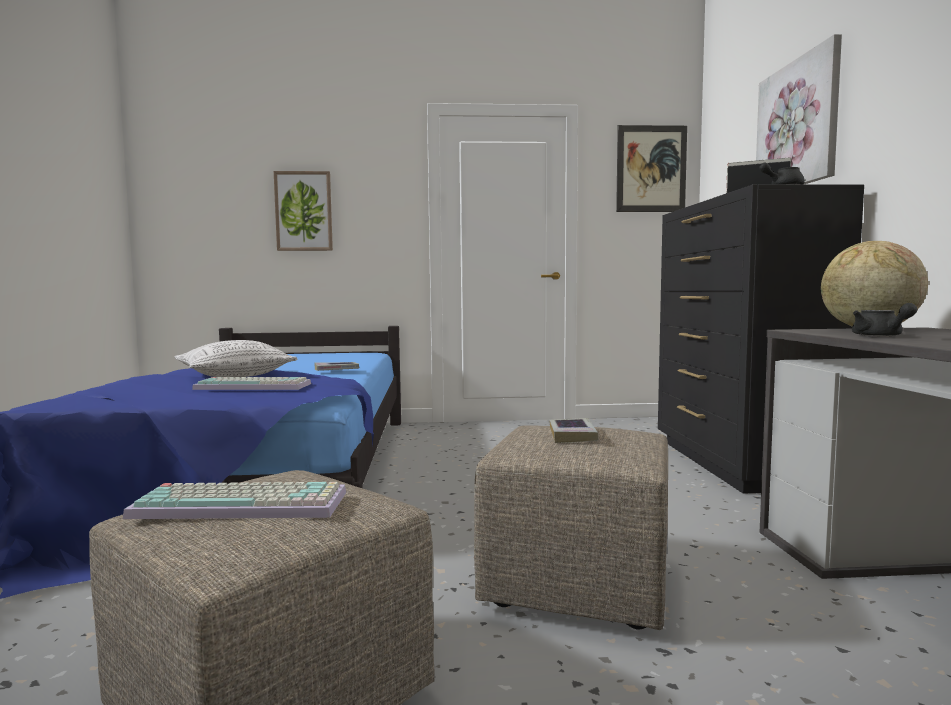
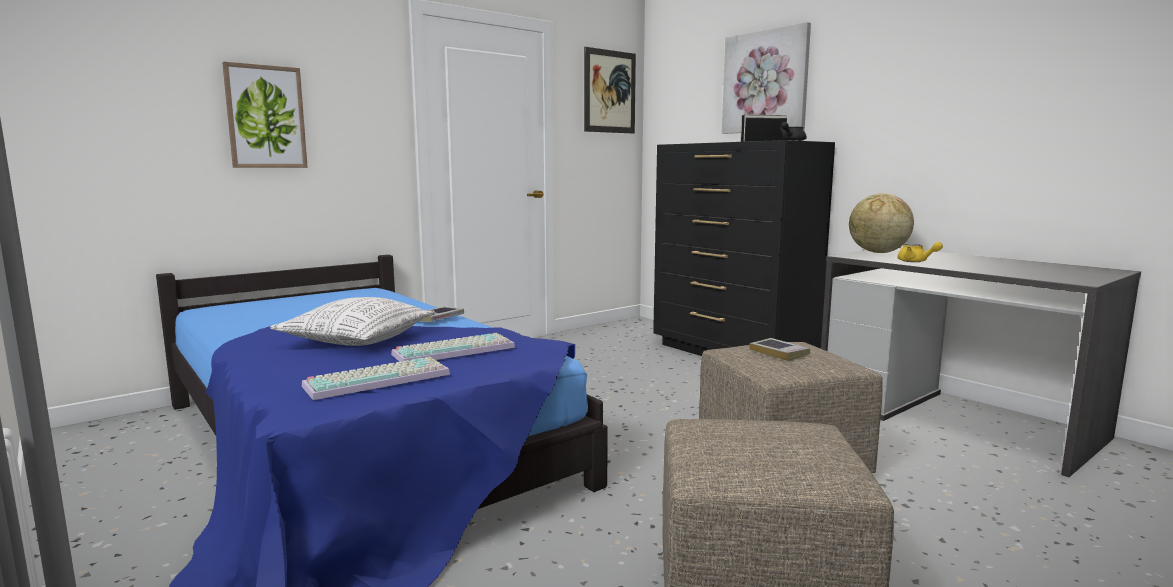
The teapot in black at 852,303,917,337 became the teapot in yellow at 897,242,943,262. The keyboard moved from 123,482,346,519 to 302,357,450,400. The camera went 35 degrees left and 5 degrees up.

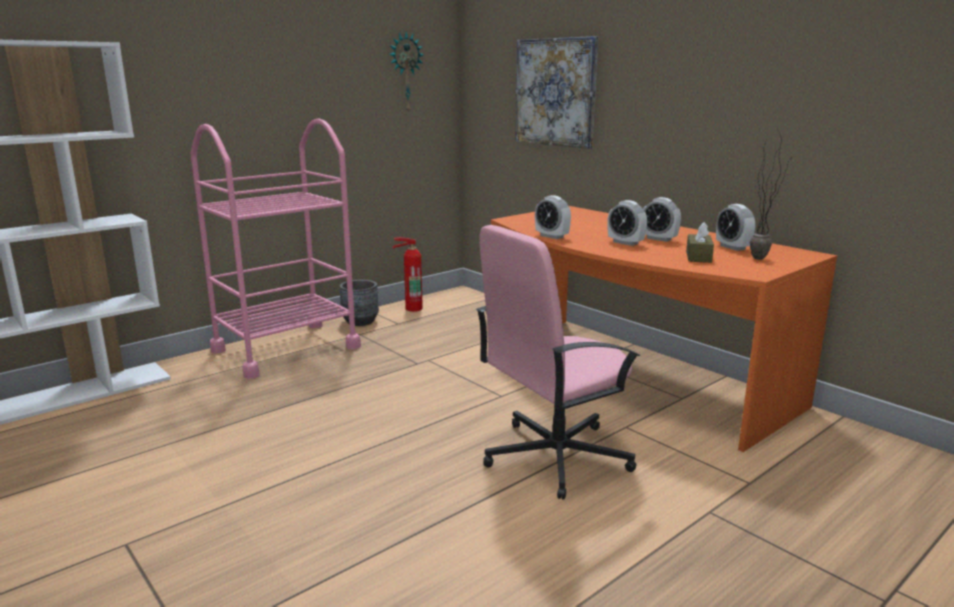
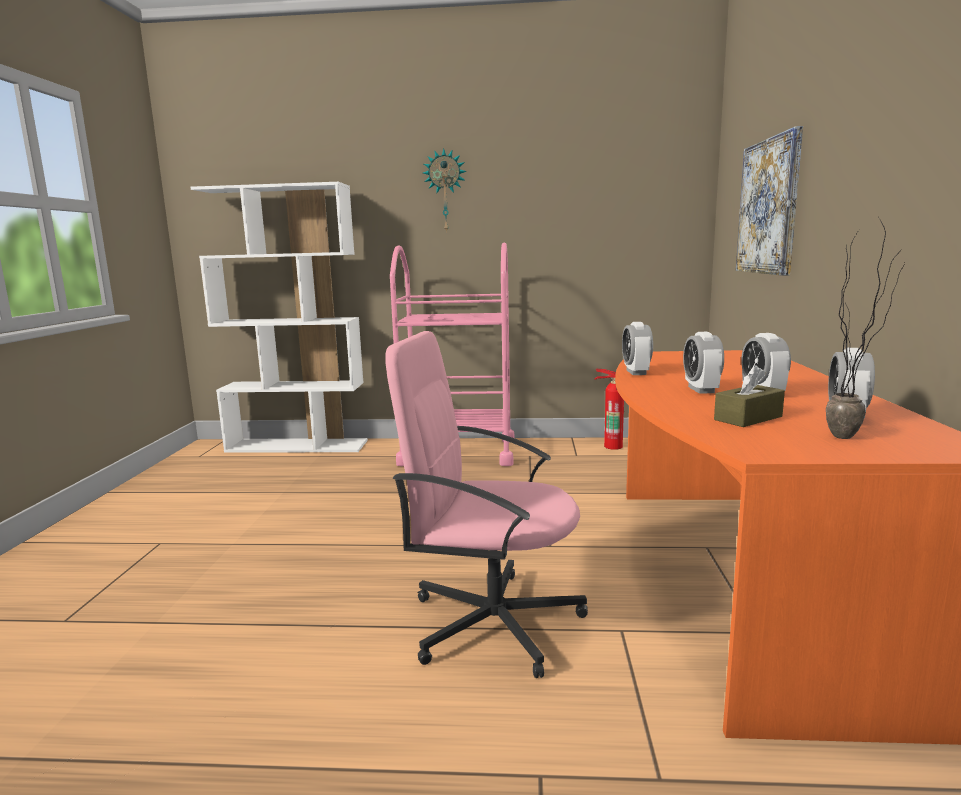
The wall clock moved from 389,31,424,114 to 423,148,467,233. The planter in grey at 340,280,379,326 disappeared. The camera went 45 degrees right and 5 degrees down.

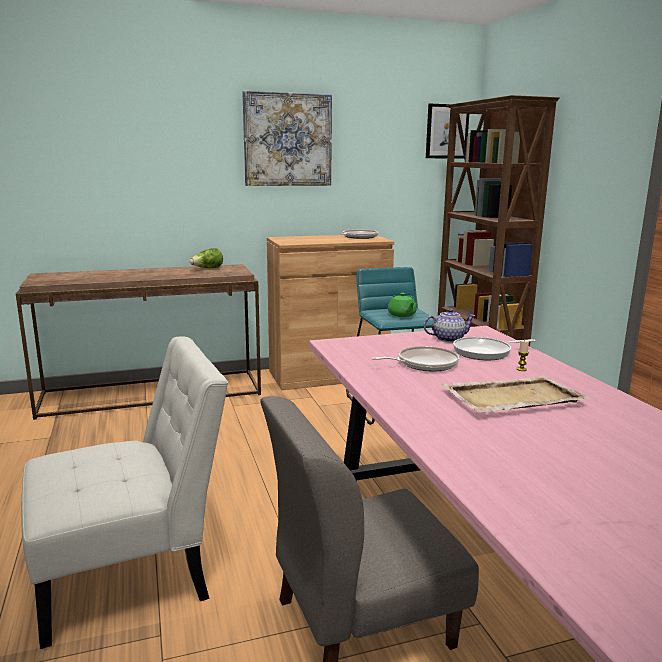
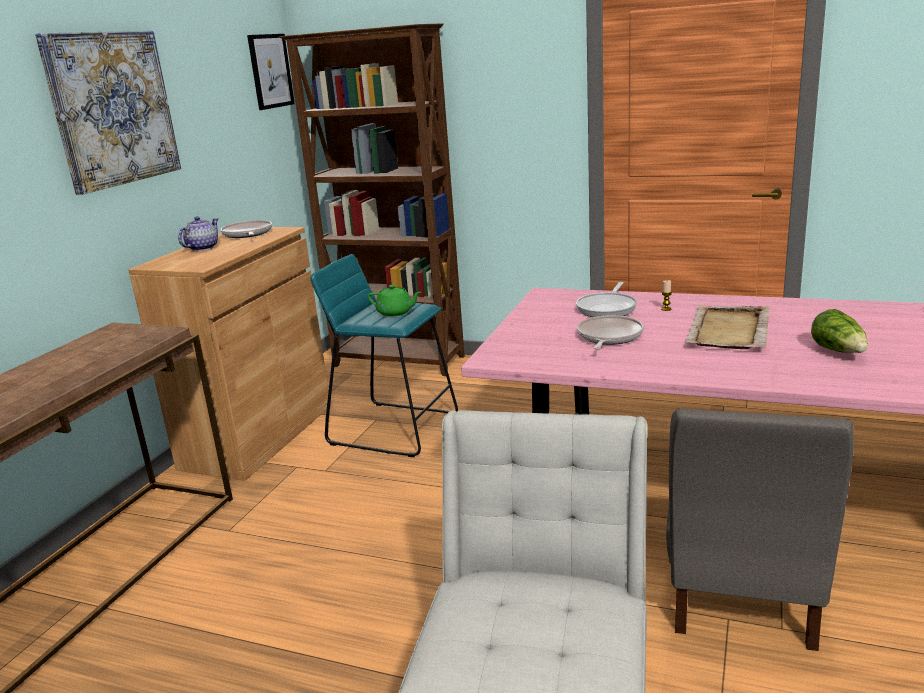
The lettuce moved from 189,248,223,268 to 811,309,868,353. The teapot moved from 424,308,475,342 to 178,216,218,251. The camera went 50 degrees left and 5 degrees up.

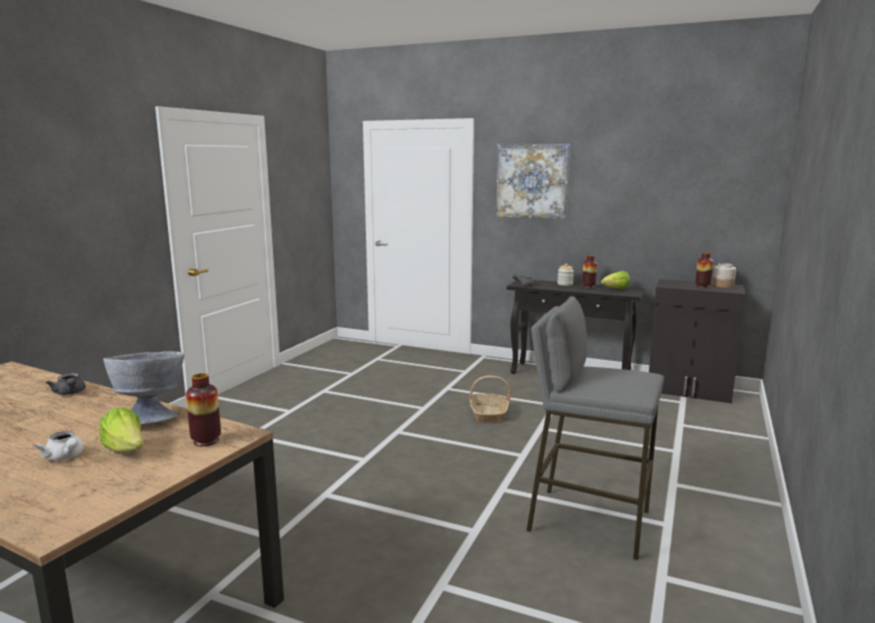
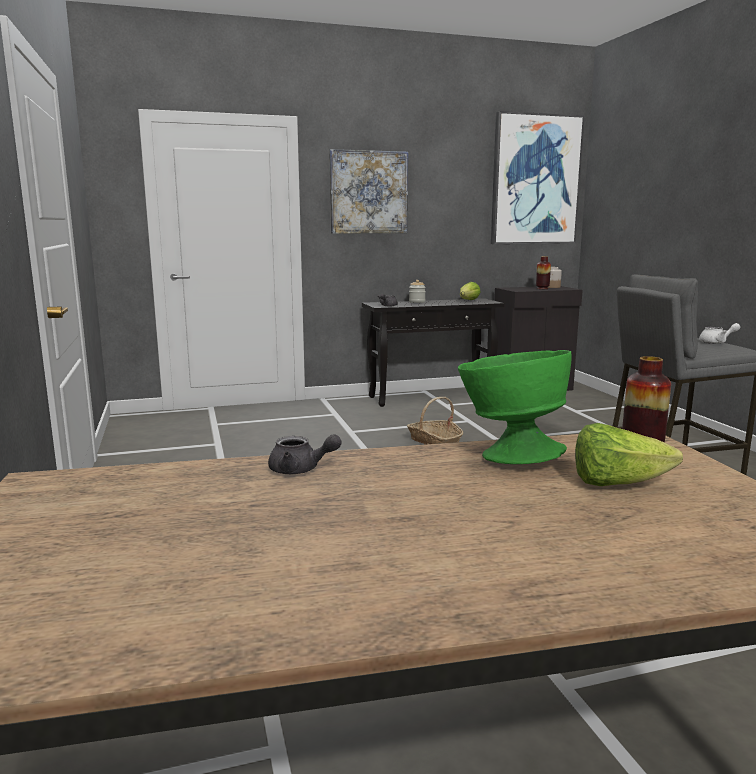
The vase at 582,255,597,288 disappeared. The bowl in grey at 103,351,184,425 became the bowl in green at 458,350,572,464. The teapot in white moved from 35,431,84,460 to 699,323,740,344. The picture at 491,111,584,244 appeared. The camera went 40 degrees left and 0 degrees up.

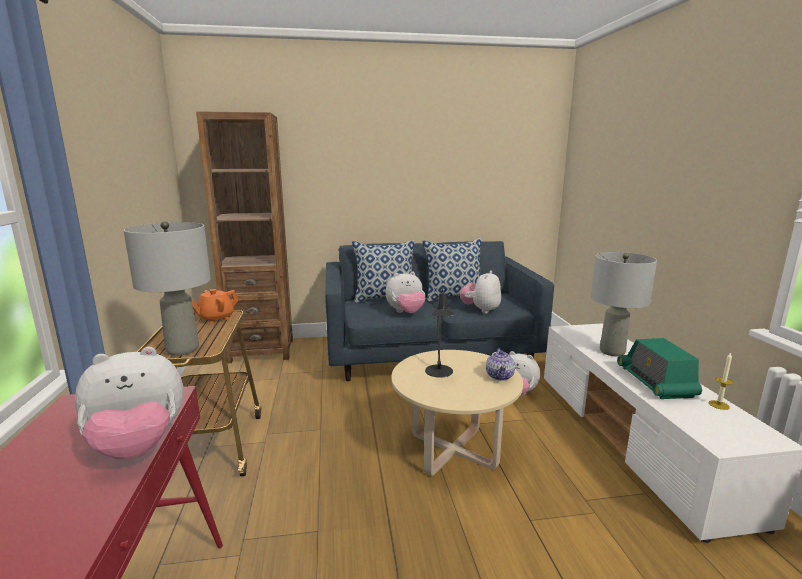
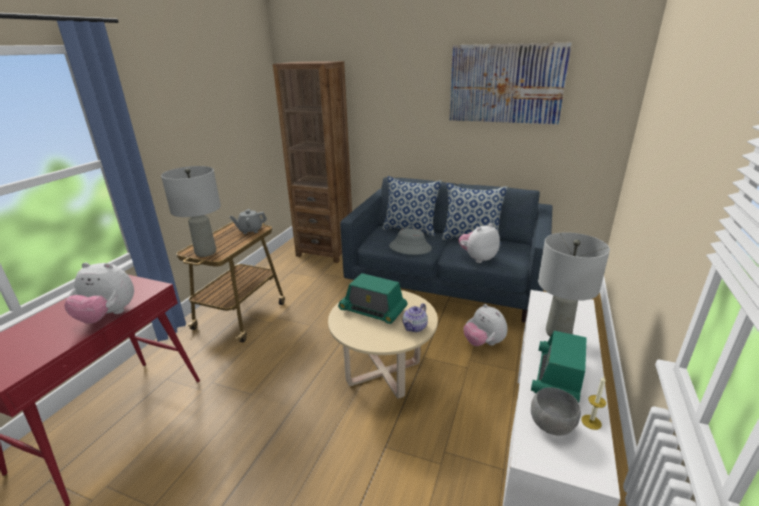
The plush toy at 386,271,425,313 was replaced by the hat in grey at 389,228,432,255. The table lamp in black at 425,287,455,378 was replaced by the radio at 338,273,407,324. The teapot in orange at 191,289,239,323 became the teapot in grey at 230,209,267,234. The picture at 449,43,572,124 appeared. The bowl in grey at 531,387,581,436 appeared. The camera went 30 degrees right and 10 degrees up.

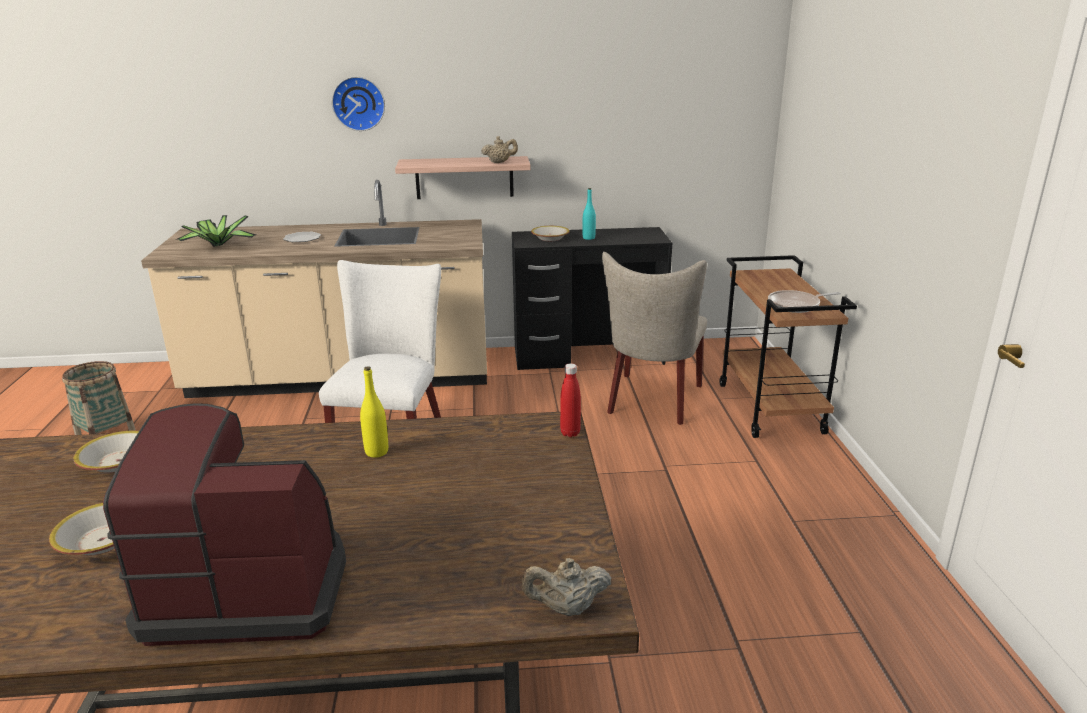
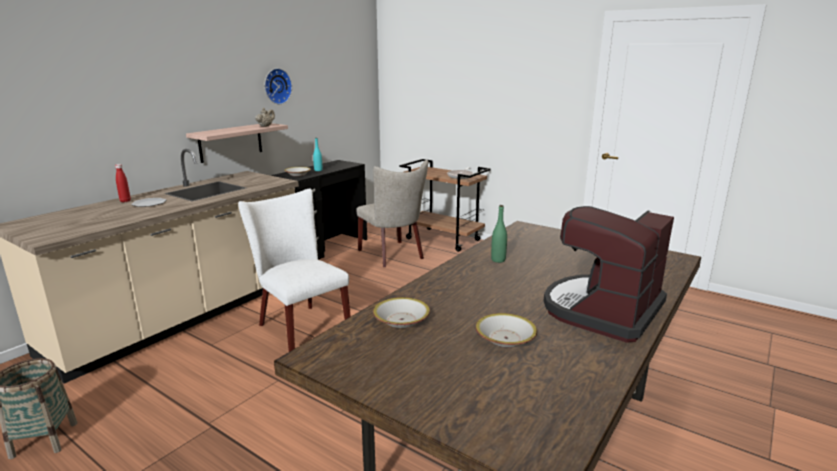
The wall clock moved from 332,76,385,131 to 264,68,292,104. The potted plant at 178,215,257,247 disappeared. The bottle in red moved from 560,363,581,437 to 115,164,131,202. The bottle in yellow at 360,366,388,458 became the bottle in green at 491,205,507,263. The teapot in beige at 522,558,612,616 disappeared. The camera went 50 degrees left and 5 degrees down.

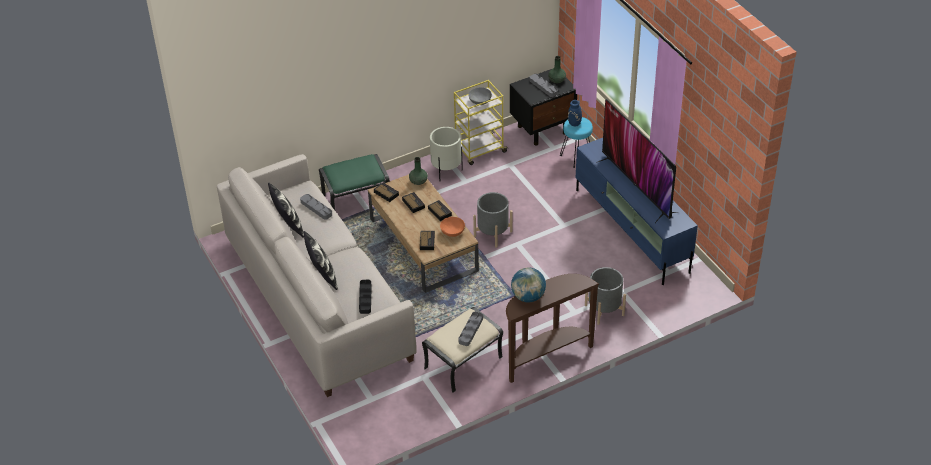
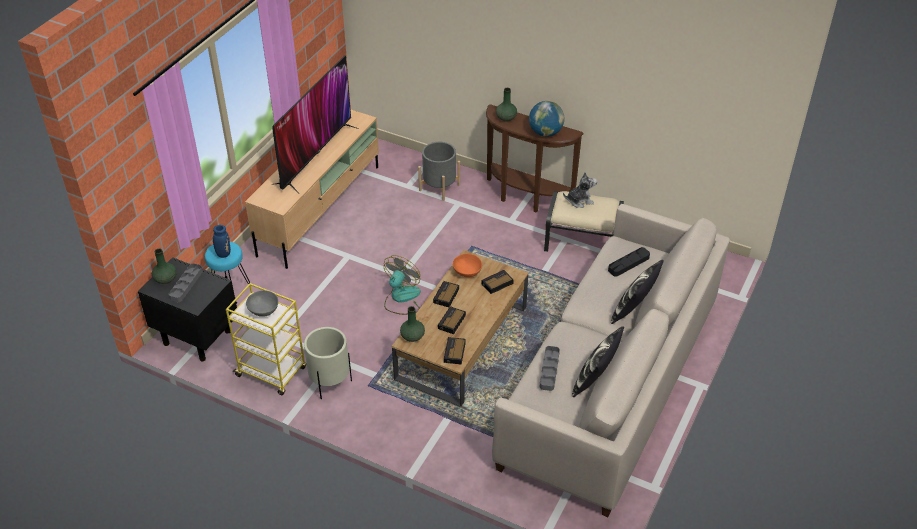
The tv stand in blue at 576,138,698,285 became the tv stand in beige at 245,109,379,269. The ottoman in green at 319,154,389,210 disappeared. The planter in grey at 473,192,513,248 was replaced by the fan at 384,255,421,315. The tray in grey at 458,311,483,346 was replaced by the plush toy at 563,172,597,208. The vase in green at 496,88,517,122 appeared. The camera went 125 degrees left and 0 degrees up.

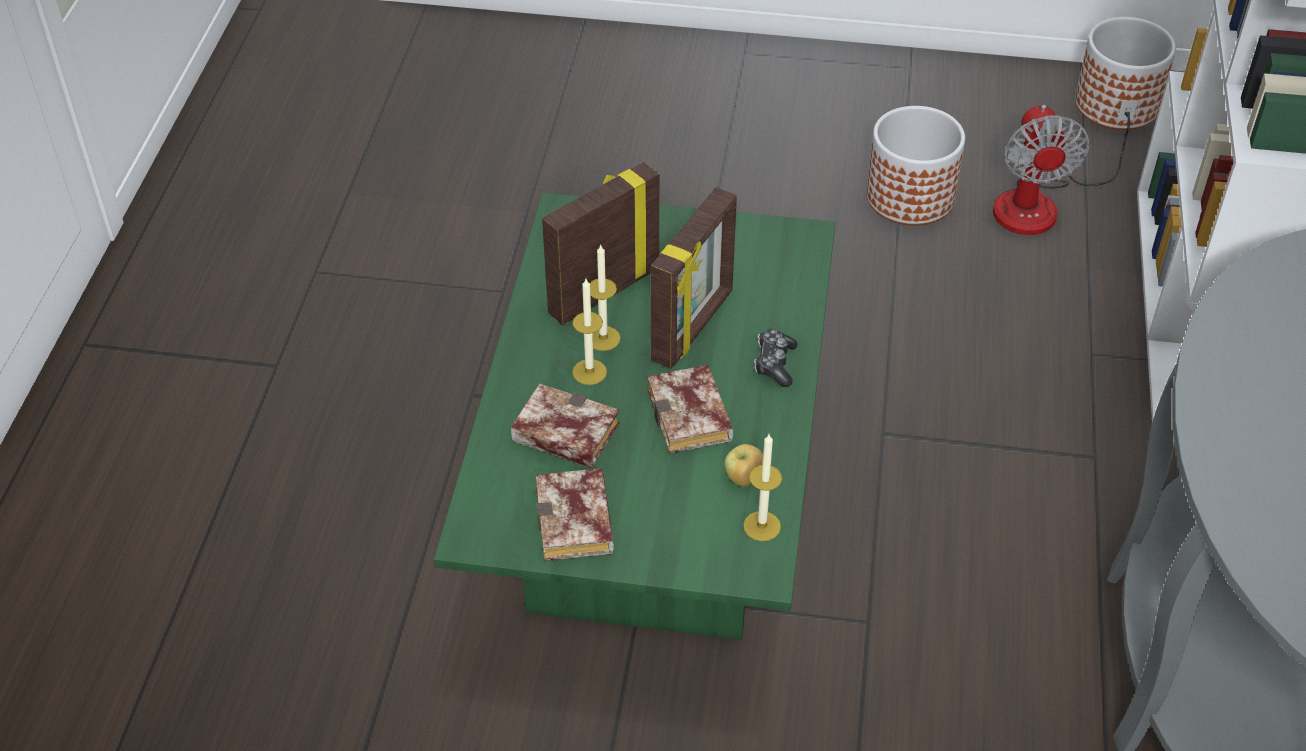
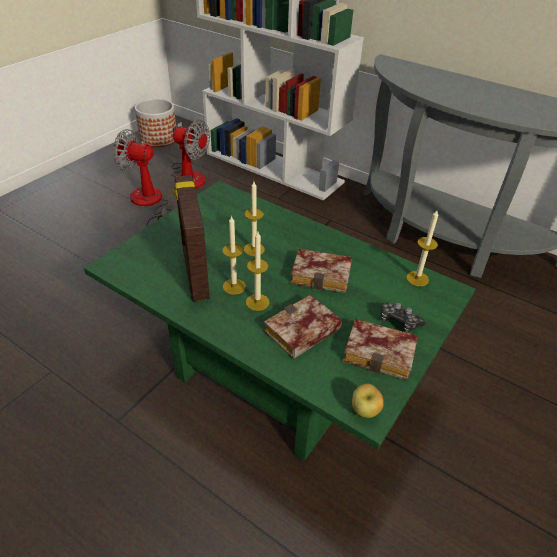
The planter at 866,106,965,226 was replaced by the fan at 113,129,171,227. The picture frame at 651,187,737,369 was replaced by the candle at 244,182,265,256. The game controller moved from 754,329,797,387 to 381,302,425,332. The apple moved from 725,444,763,487 to 352,384,384,418. The camera went 65 degrees left and 5 degrees down.

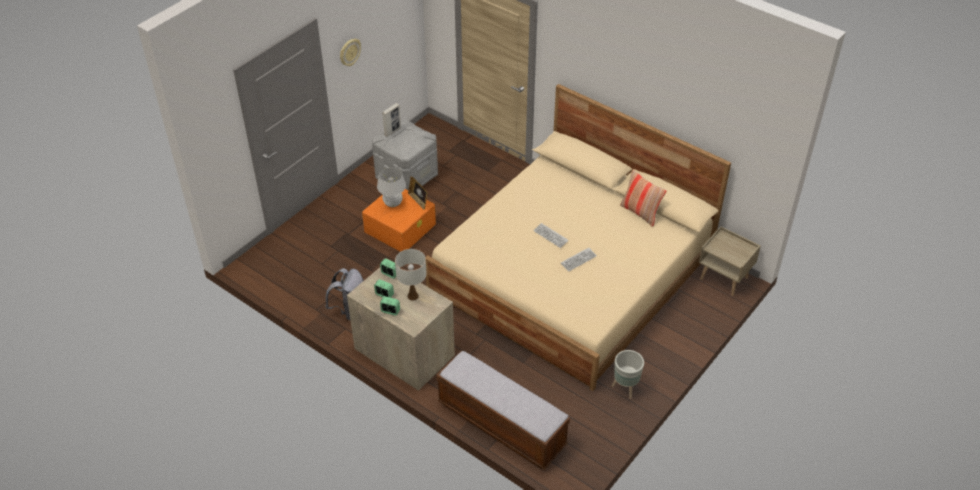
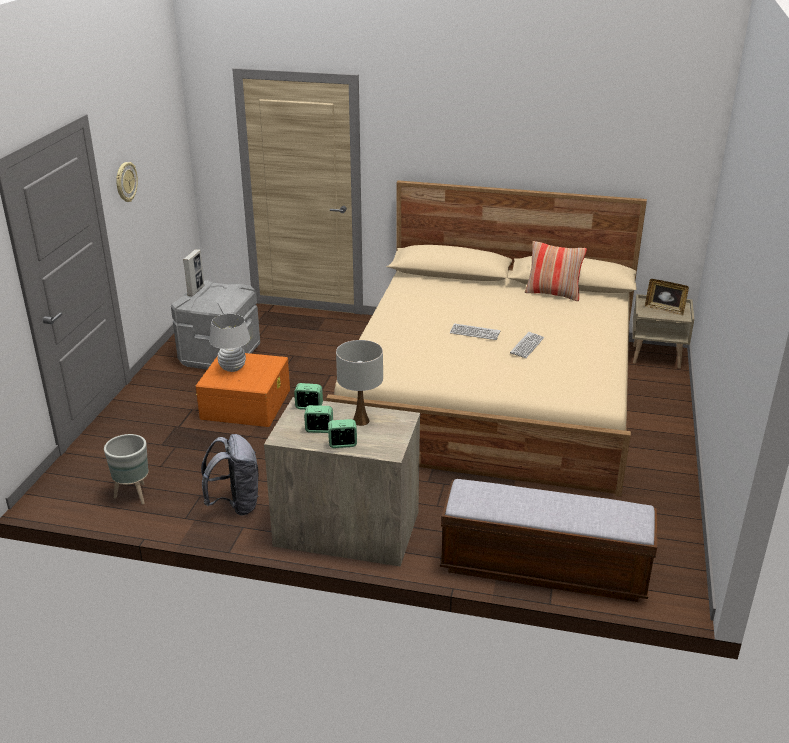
The picture frame moved from 408,176,428,210 to 645,279,689,315. The planter in grey moved from 612,350,644,399 to 104,434,148,504. The camera went 25 degrees left and 15 degrees down.

